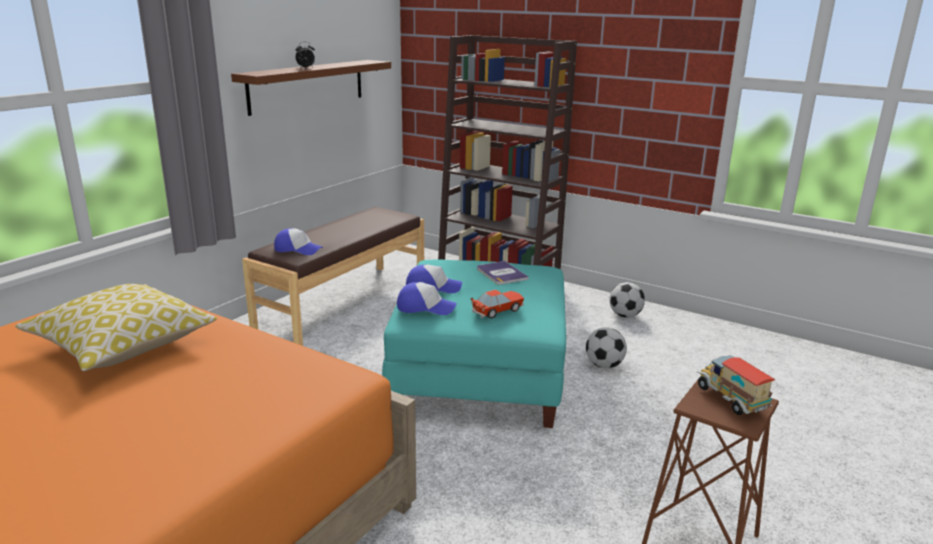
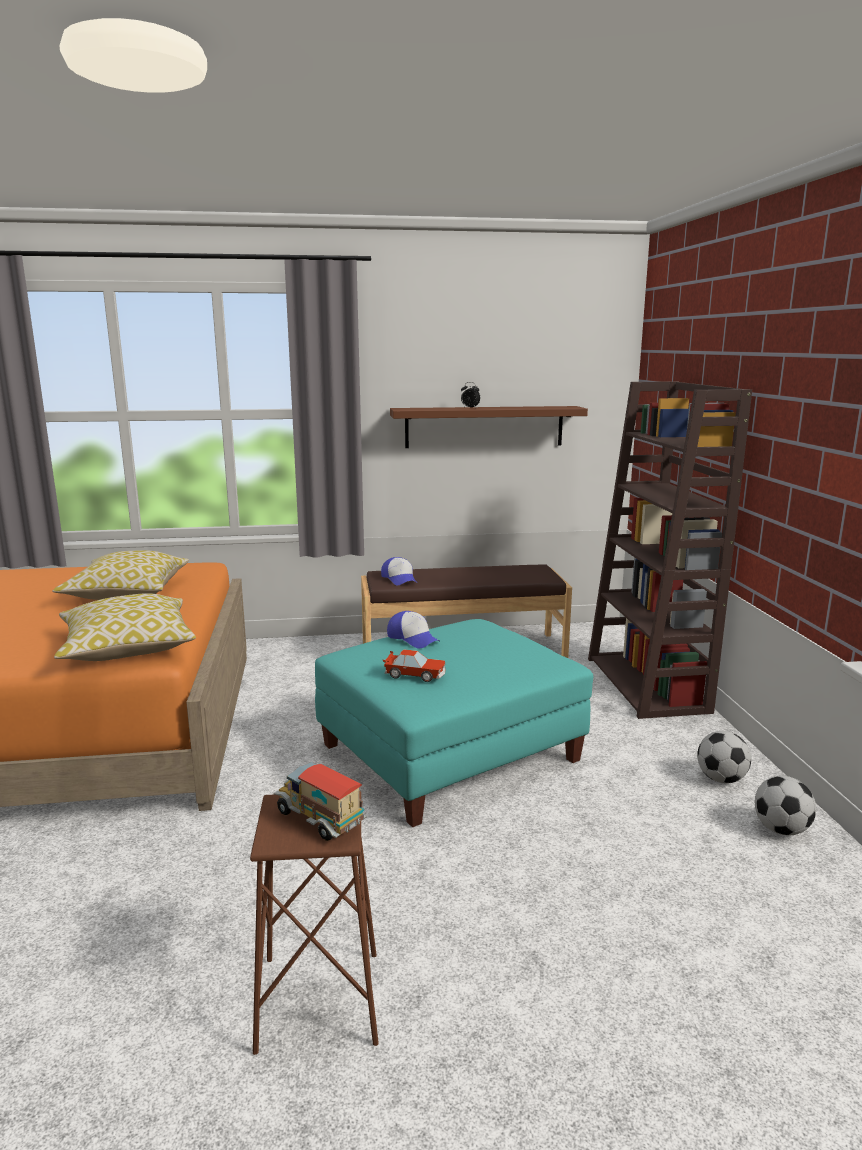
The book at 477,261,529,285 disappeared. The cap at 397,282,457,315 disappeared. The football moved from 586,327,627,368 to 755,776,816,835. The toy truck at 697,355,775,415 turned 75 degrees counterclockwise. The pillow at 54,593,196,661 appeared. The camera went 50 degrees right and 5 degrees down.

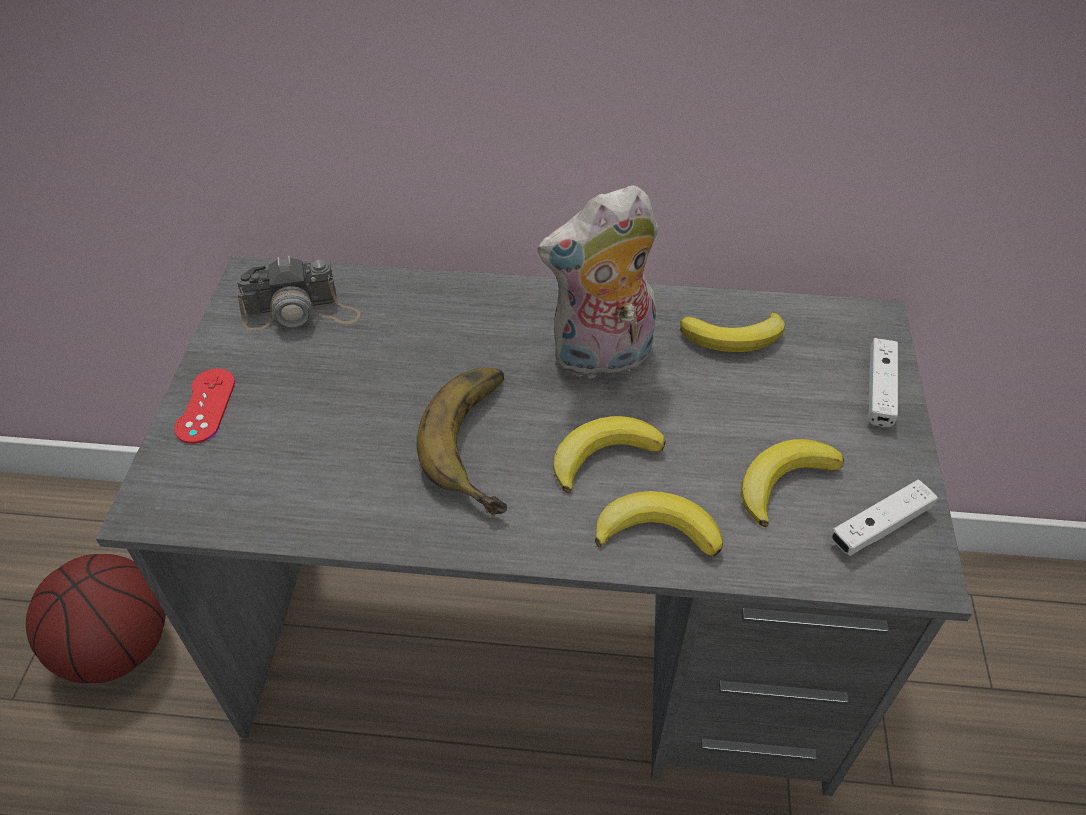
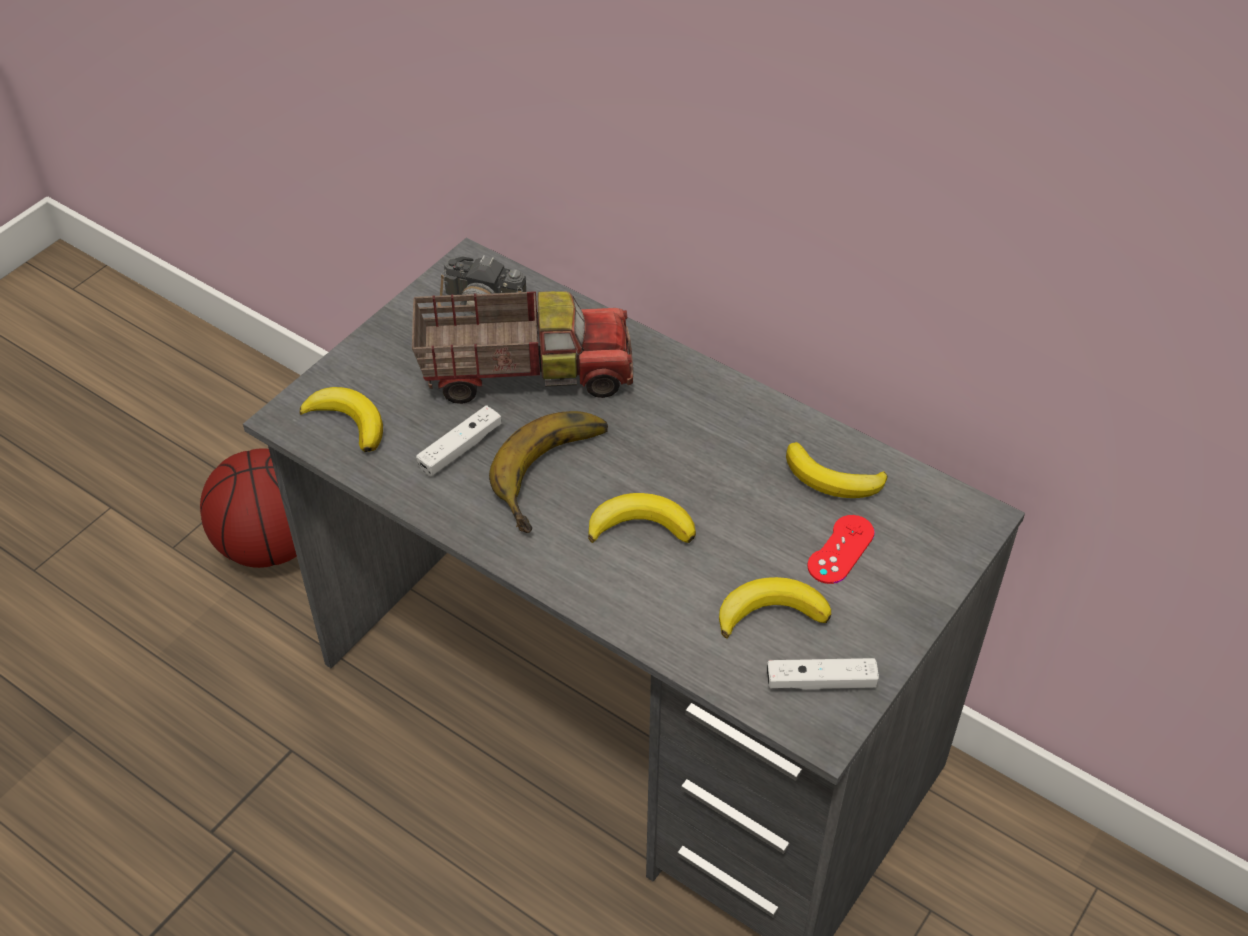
The plush toy at 538,185,658,379 disappeared. The game controller in white moved from 869,338,898,427 to 416,405,502,477. The game controller in red moved from 174,368,235,444 to 807,515,875,584. The banana moved from 595,491,723,557 to 300,387,383,452. The toy truck at 412,291,633,404 appeared. The camera went 30 degrees right and 0 degrees up.

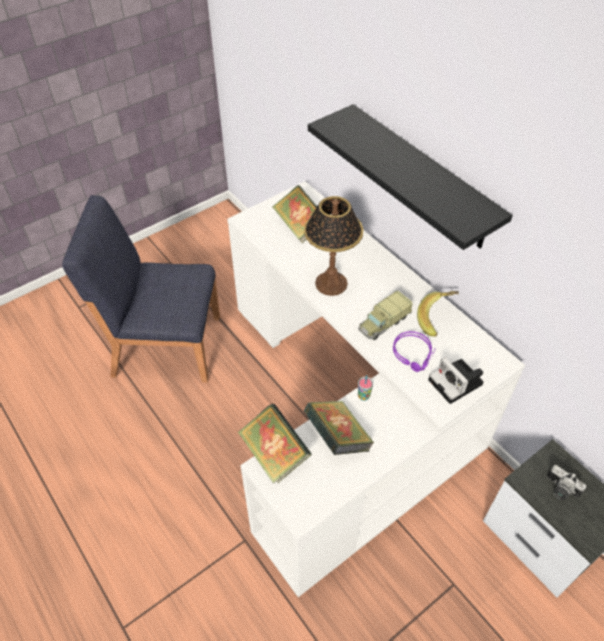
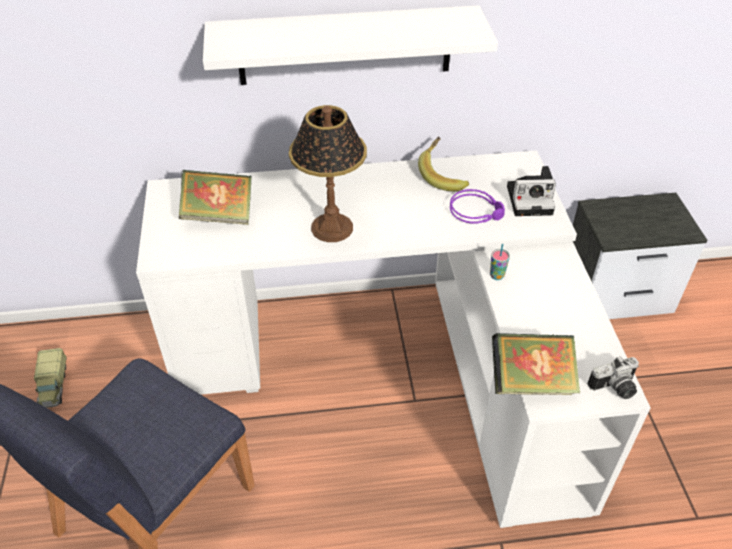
The shelf in black at 308,104,513,250 became the shelf in white at 203,5,498,85. The toy truck moved from 358,291,413,340 to 34,348,67,408. The book at 304,401,374,455 disappeared. The photo camera moved from 547,465,586,501 to 587,356,639,399. The camera went 60 degrees left and 5 degrees down.

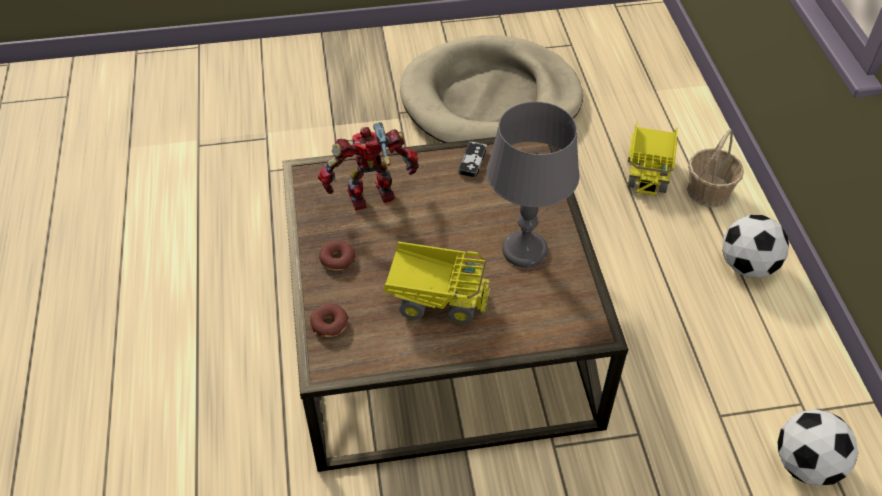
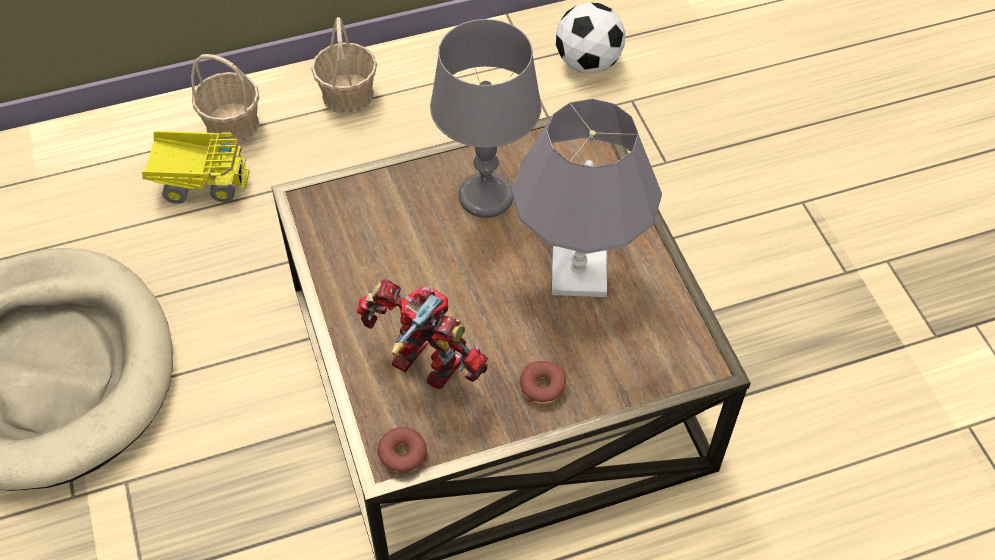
The toy robot at 318,122,419,211 turned 150 degrees clockwise. The game controller at 458,141,487,178 disappeared. The football at 722,215,789,278 was replaced by the basket at 311,17,377,114. The toy truck at 383,241,490,324 was replaced by the table lamp in grey at 511,99,662,297. The donut moved from 310,304,349,337 to 378,427,427,474. The camera went 100 degrees left and 5 degrees up.

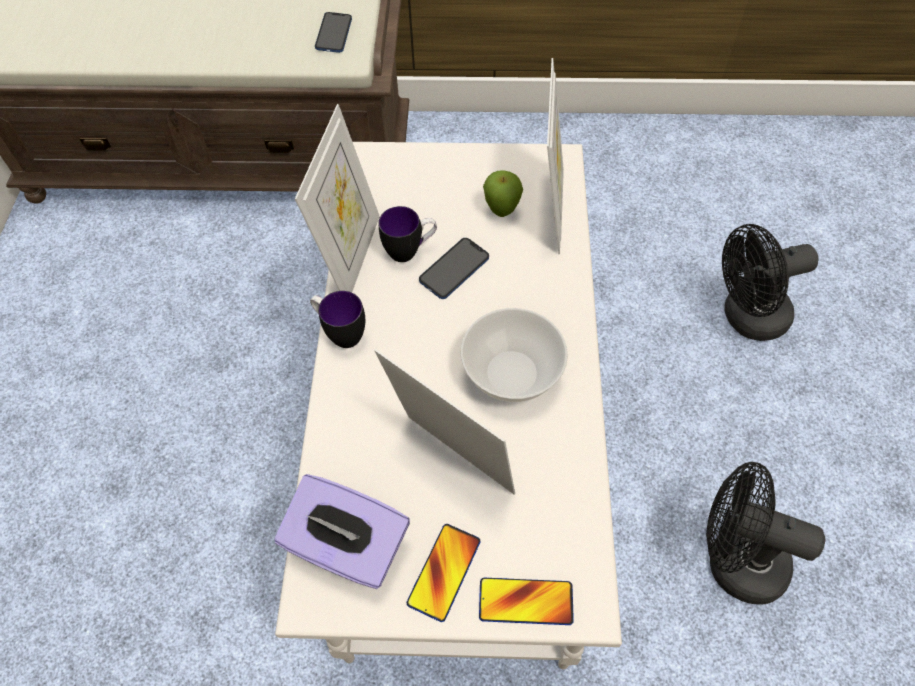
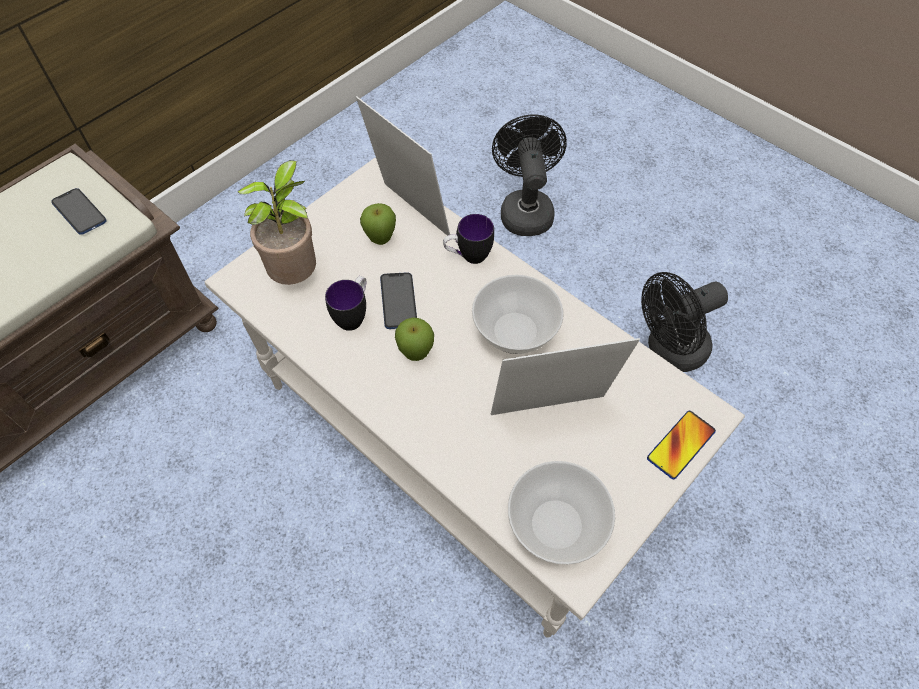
The picture frame at 295,104,380,292 disappeared. The fan in black at 722,224,818,341 turned 150 degrees clockwise. The mug moved from 310,291,365,348 to 443,214,494,264. The tissue box in purple at 274,474,410,589 was replaced by the bowl at 508,461,615,565. The phone at 407,524,480,622 disappeared. The potted plant at 237,160,316,285 appeared. The apple at 395,317,434,361 appeared. The camera went 50 degrees left and 0 degrees up.

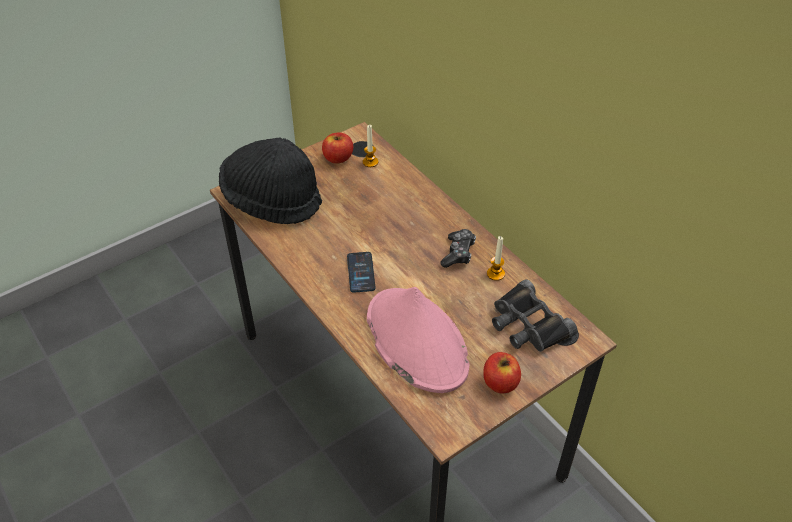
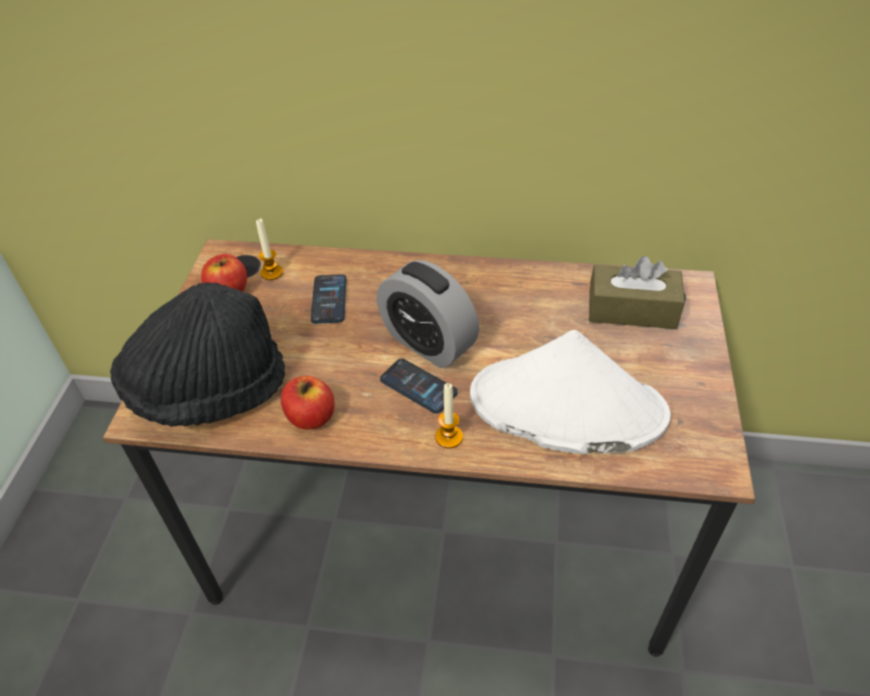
The game controller at 440,229,476,268 disappeared. The candle moved from 487,236,505,281 to 435,383,463,448. The binoculars in black at 492,279,577,352 was replaced by the tissue box in brown at 589,256,685,329. The hat in pink at 367,287,470,393 became the hat in white at 470,330,671,454. The apple moved from 483,352,521,393 to 281,376,335,429. The alarm clock at 377,260,479,368 appeared. The phone at 311,274,347,324 appeared. The camera went 45 degrees left and 0 degrees up.

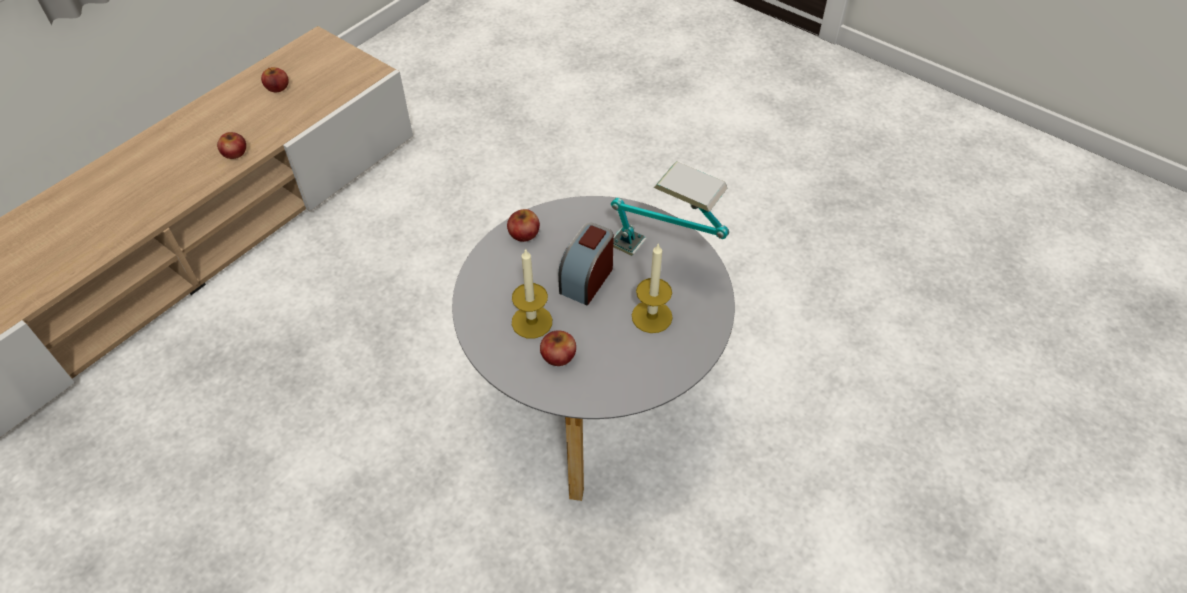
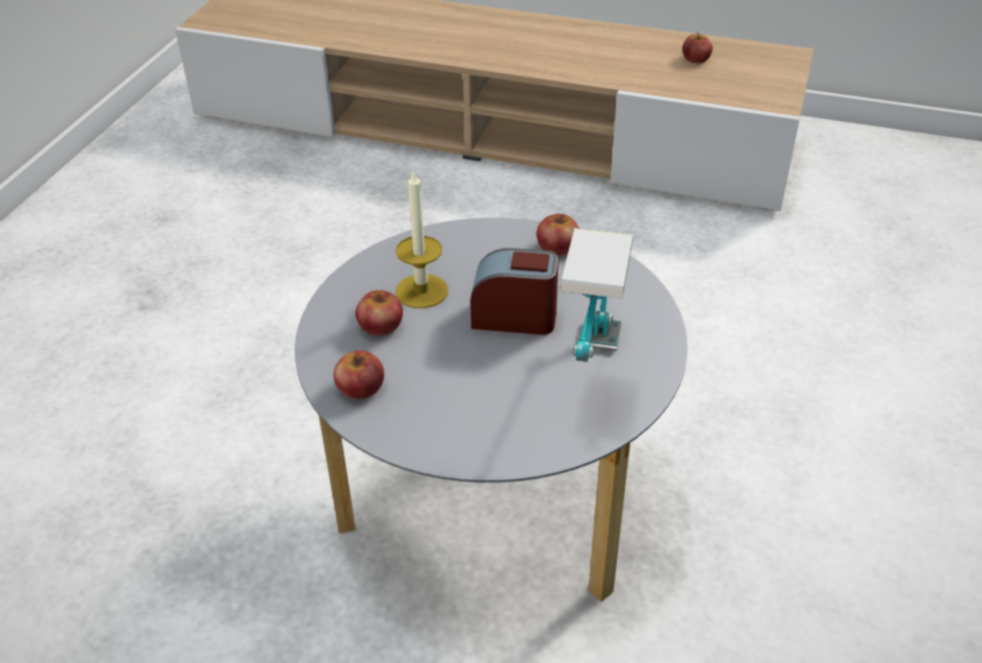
The apple moved from 217,132,246,159 to 334,351,384,399. The candle at 632,243,673,333 disappeared. The camera went 70 degrees right and 10 degrees down.

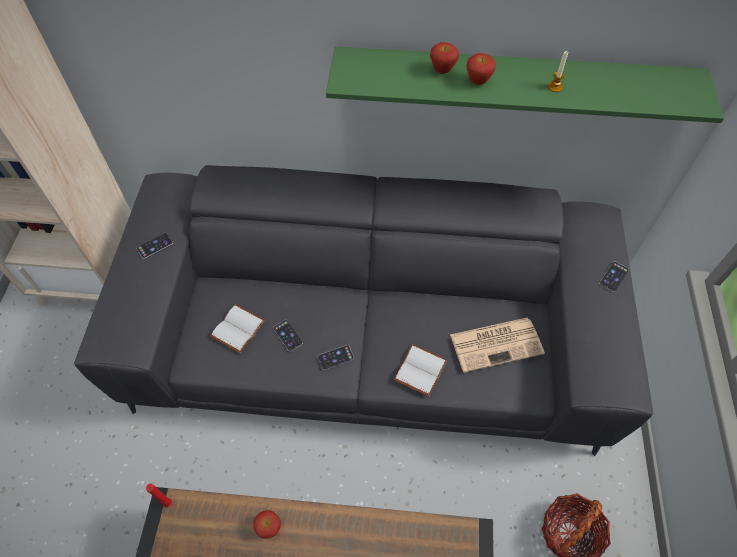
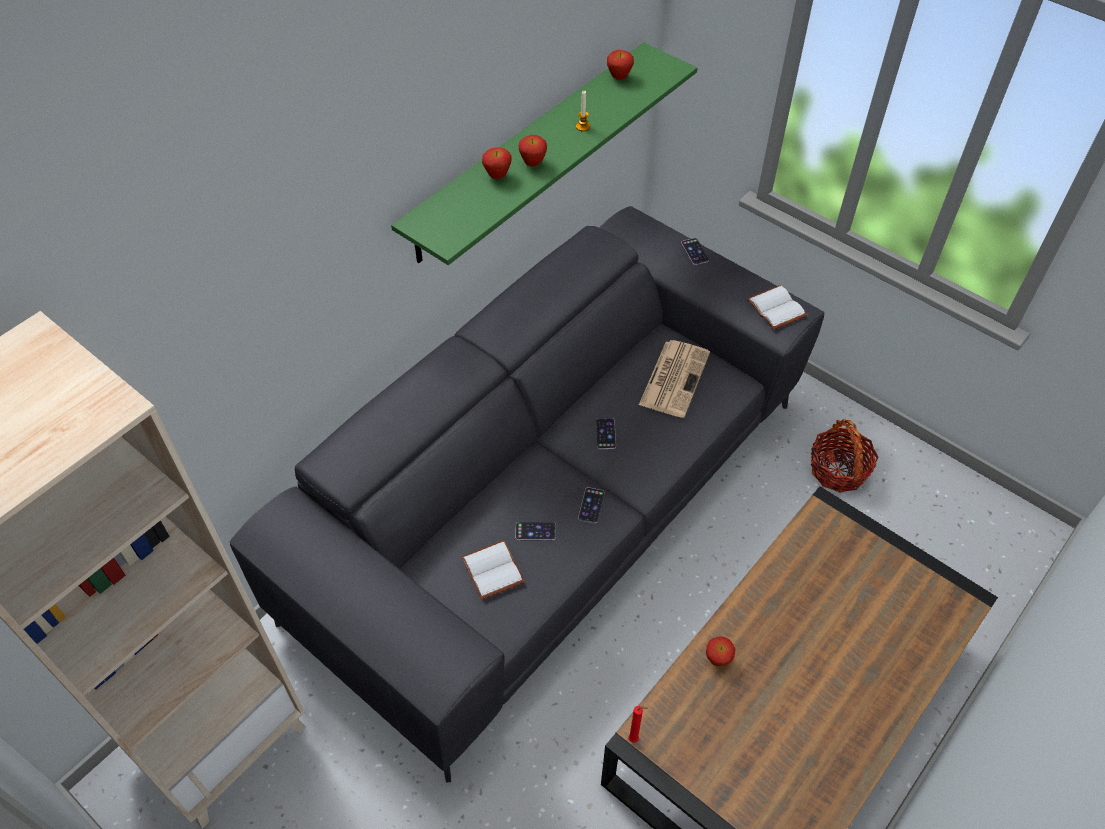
The phone moved from 136,233,173,259 to 596,418,616,449. The book in white moved from 394,344,447,397 to 747,285,807,330. The apple at 607,50,634,80 appeared. The camera went 55 degrees left and 5 degrees down.

